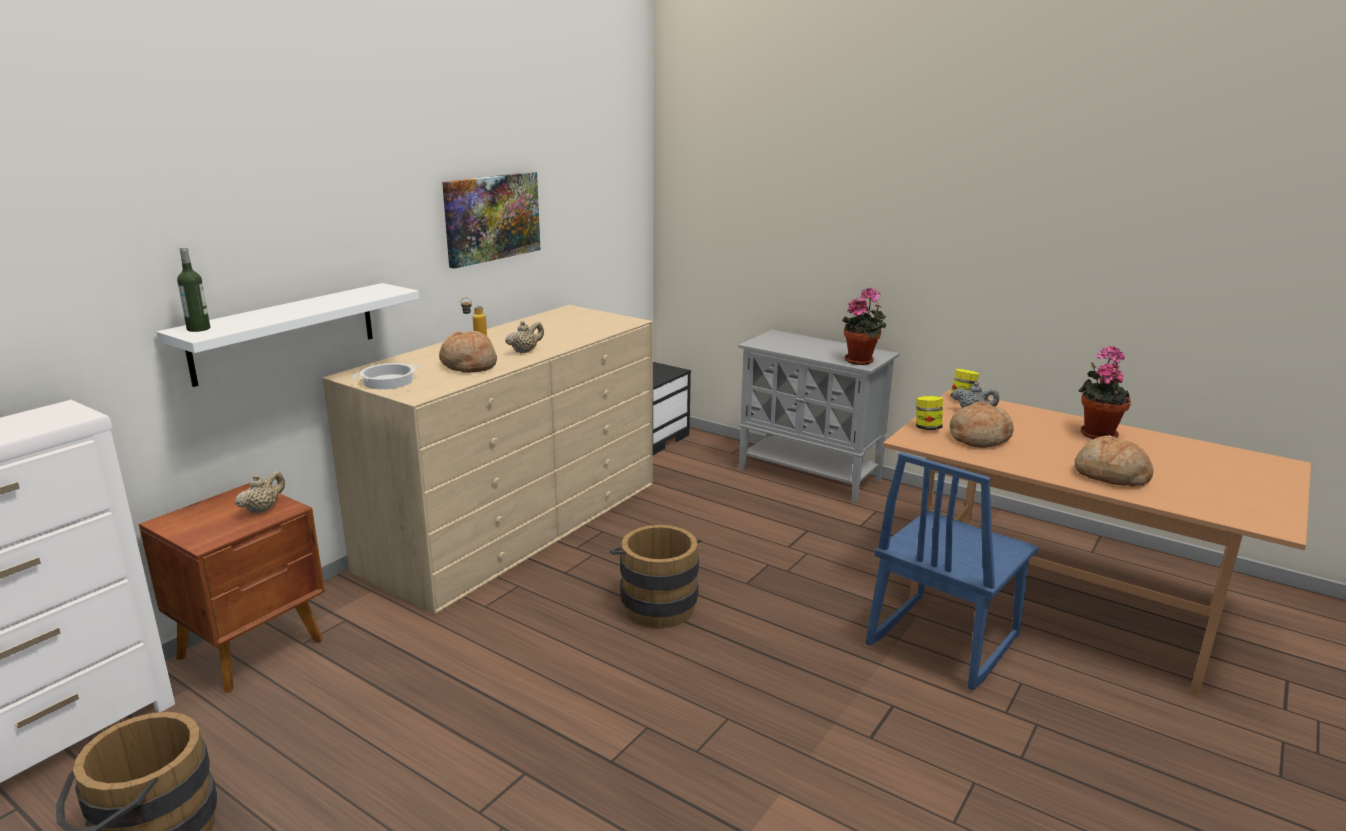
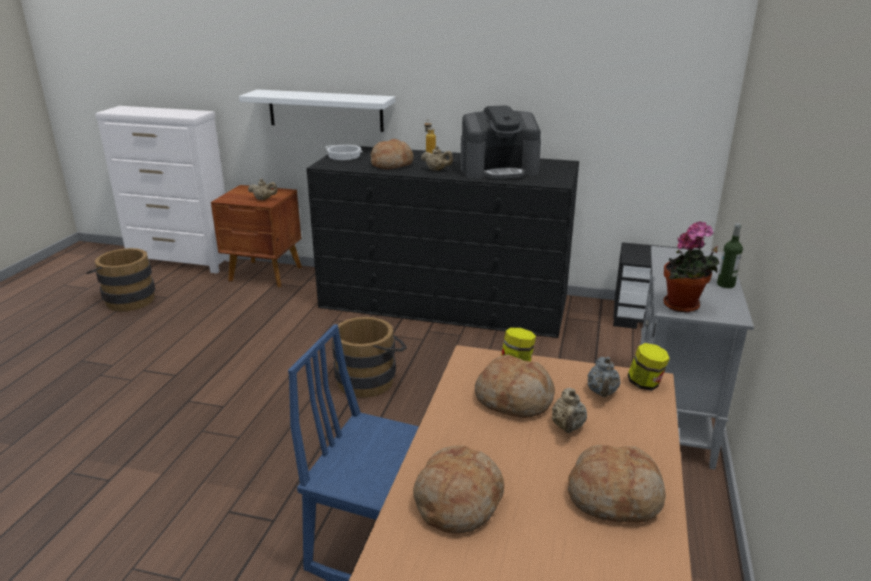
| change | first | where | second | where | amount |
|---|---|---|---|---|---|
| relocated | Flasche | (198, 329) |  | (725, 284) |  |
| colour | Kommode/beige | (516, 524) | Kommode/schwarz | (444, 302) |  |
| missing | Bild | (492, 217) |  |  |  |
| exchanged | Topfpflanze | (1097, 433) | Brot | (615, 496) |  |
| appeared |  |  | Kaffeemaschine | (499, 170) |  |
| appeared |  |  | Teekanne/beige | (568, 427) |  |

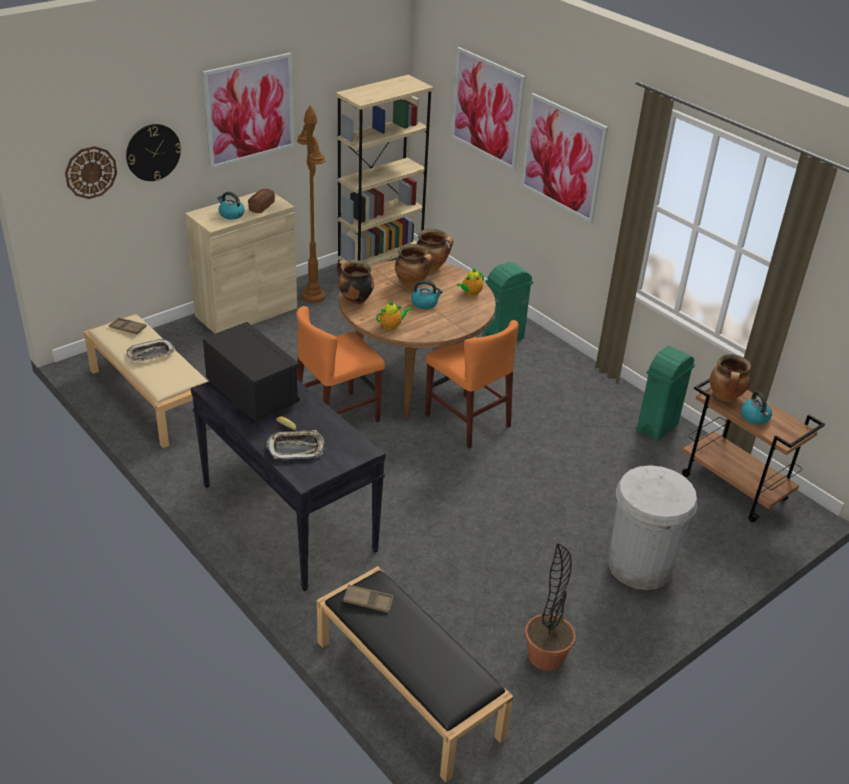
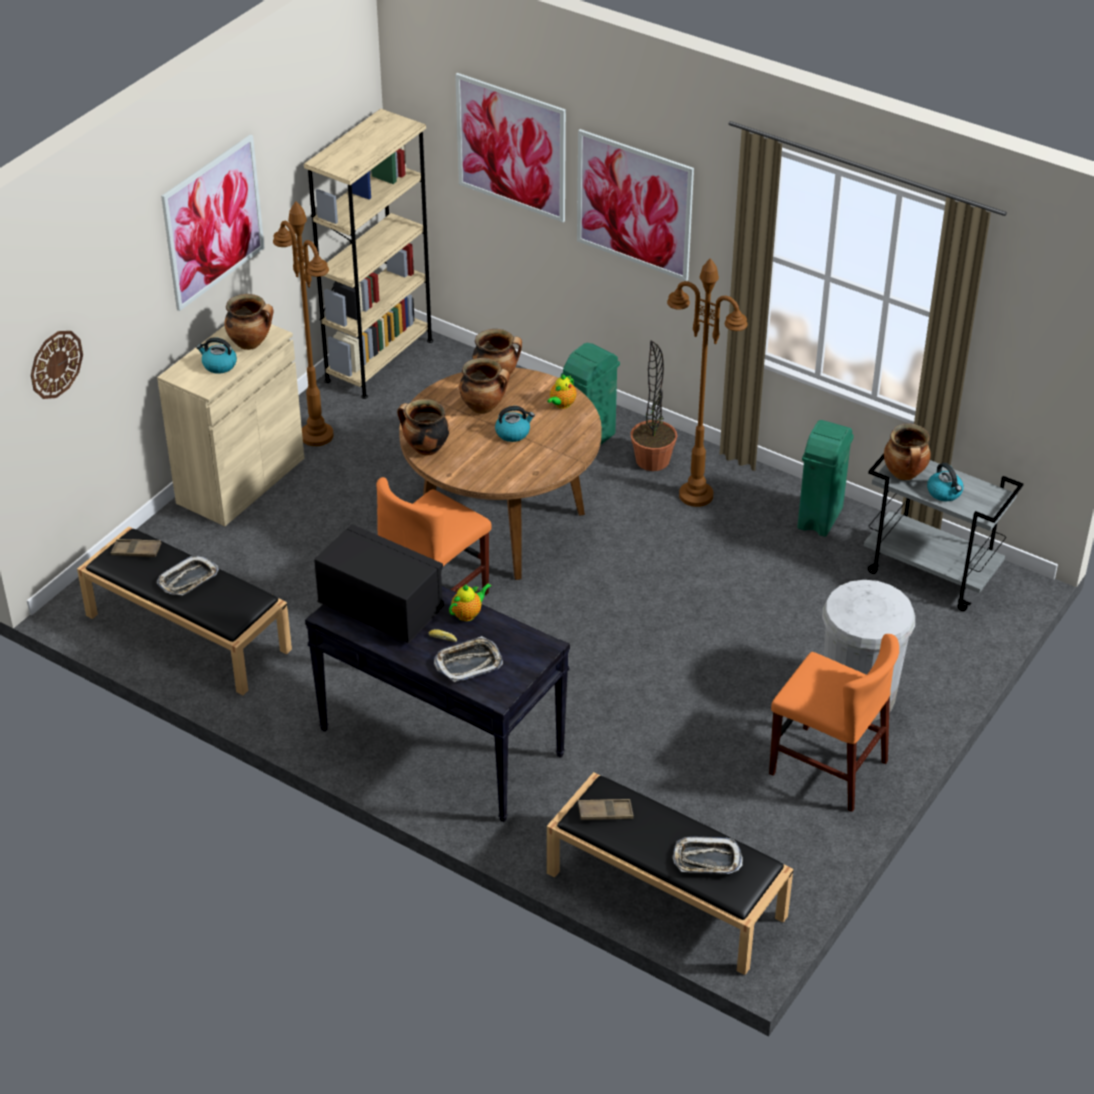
| change | first | where | second | where | amount |
|---|---|---|---|---|---|
| colour | Bank/beige | (150, 397) | Bank/schwarz | (186, 632) |  |
| missing | Wanduhr | (153, 152) |  |  |  |
| exchanged | Brot | (261, 206) | Kochtopf | (251, 343) |  |
| relocated | Teekanne | (392, 326) |  | (468, 614) |  |
| relocated | Stuhl/orange | (467, 420) |  | (827, 767) |  |
| relocated | Topfpflanze | (546, 656) |  | (652, 460) |  |
| colour | Rollwagen/braun | (735, 487) | Rollwagen/grau | (931, 573) |  |
| appeared |  |  | Stehlampe/braun | (696, 495) |  |
| appeared |  |  | Tablett | (706, 860) |  |

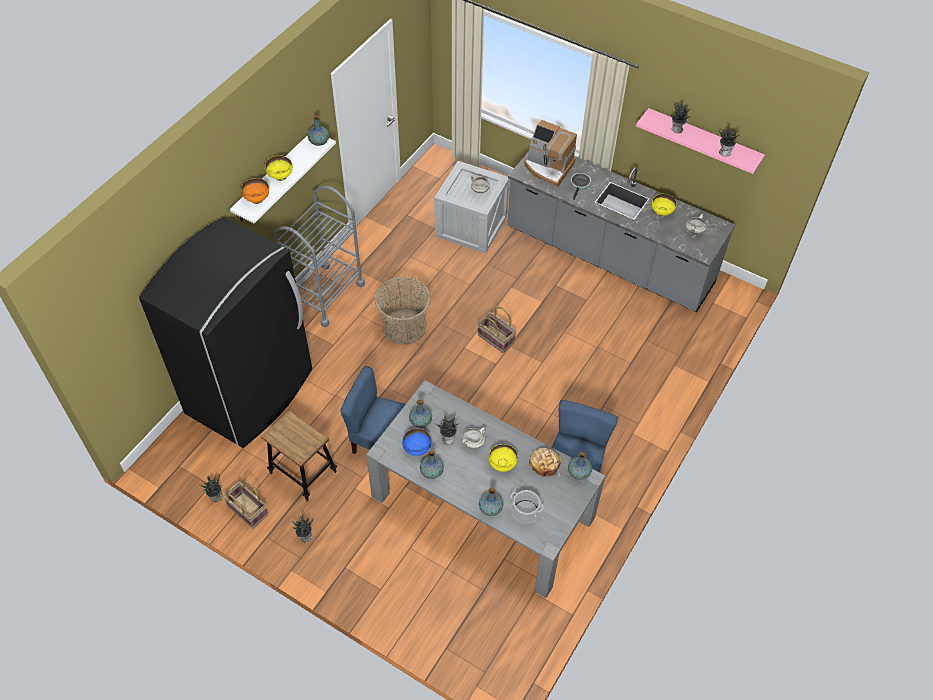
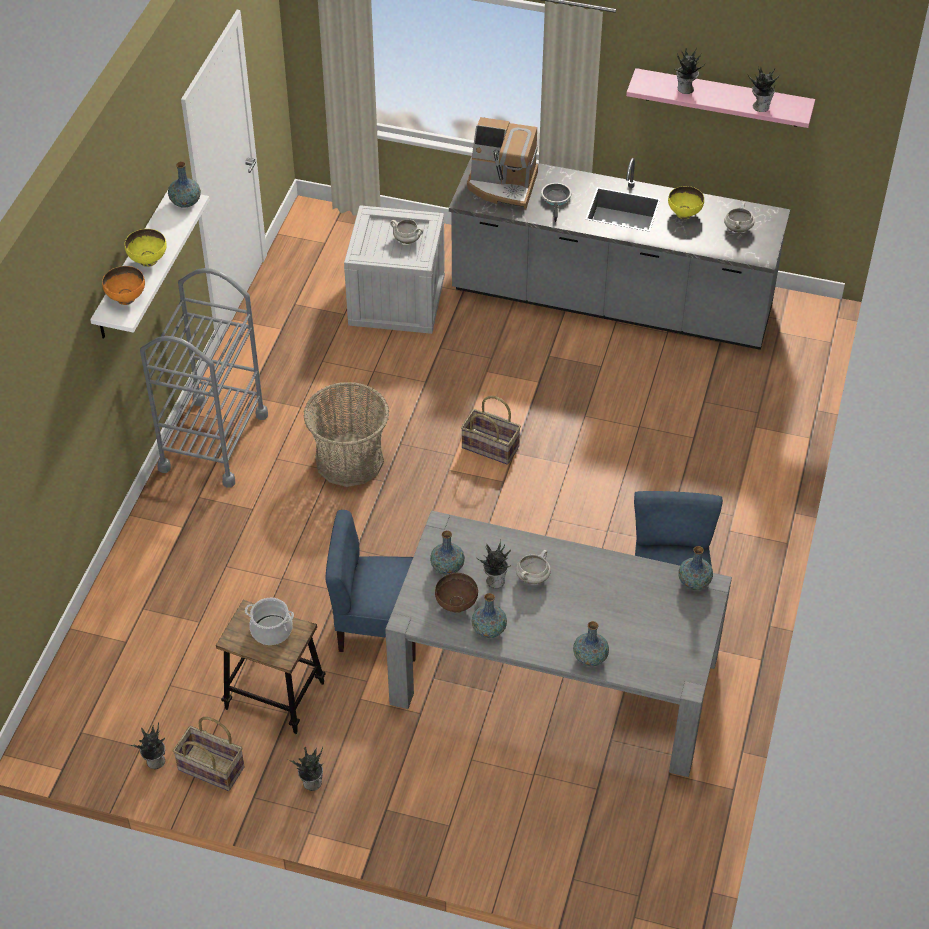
| change | first | where | second | where | amount |
|---|---|---|---|---|---|
| missing | Kühlschrank/schwarz | (251, 392) |  |  |  |
| colour | Schüssel/blau | (417, 449) | Schüssel/braun | (456, 604) |  |
| missing | Schüssel/gelb | (502, 465) |  |  |  |
| relocated | Kochtopf | (525, 511) |  | (271, 630) |  |
| missing | Brot | (545, 464) |  |  |  |

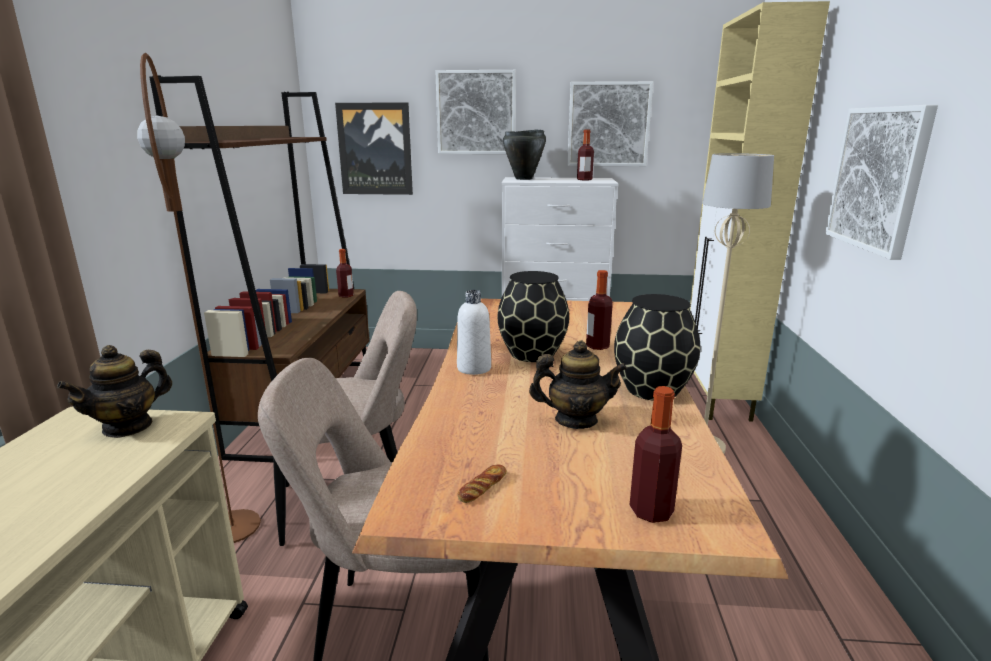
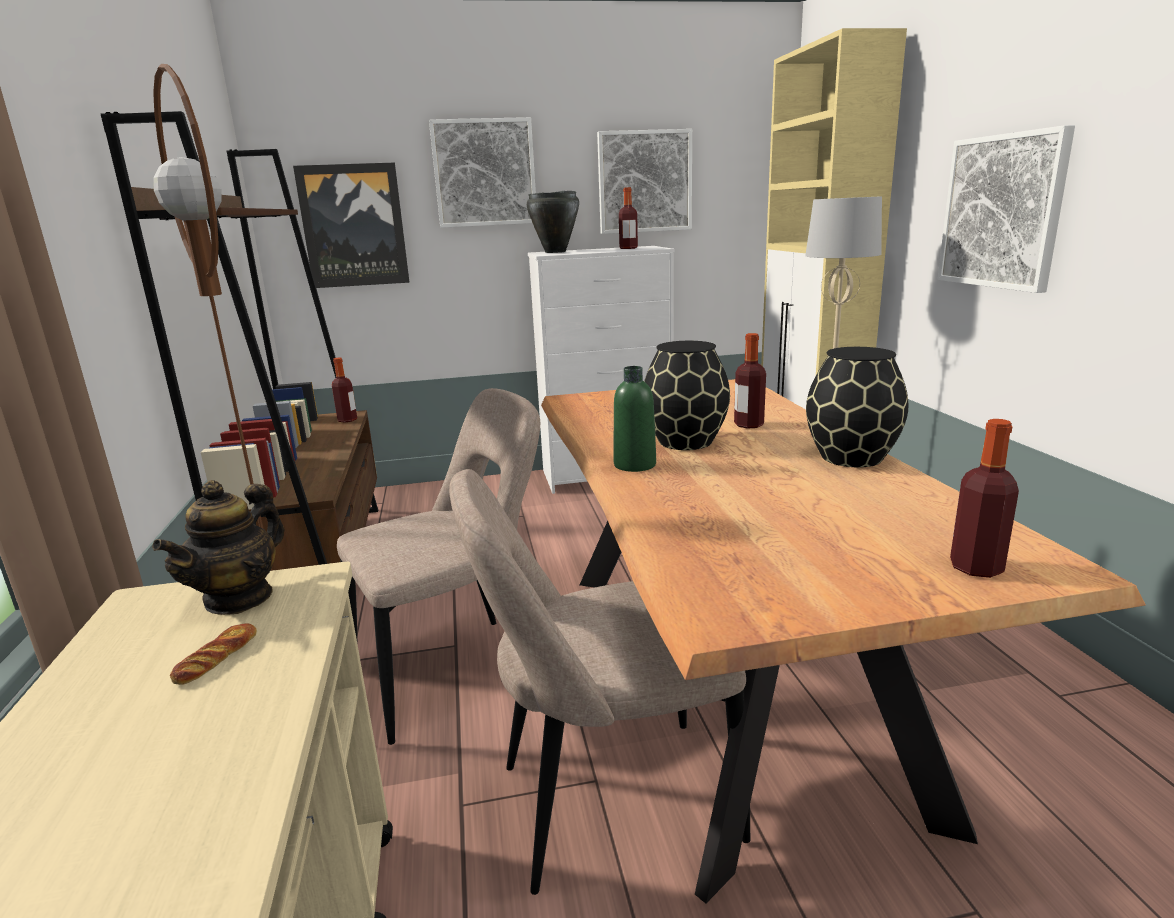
| change | first | where | second | where | amount |
|---|---|---|---|---|---|
| colour | Flasche/weiß | (474, 368) | Flasche/grün | (634, 465) |  |
| relocated | Brot | (482, 487) |  | (216, 659) |  |
| missing | Teekanne | (575, 420) |  |  |  |

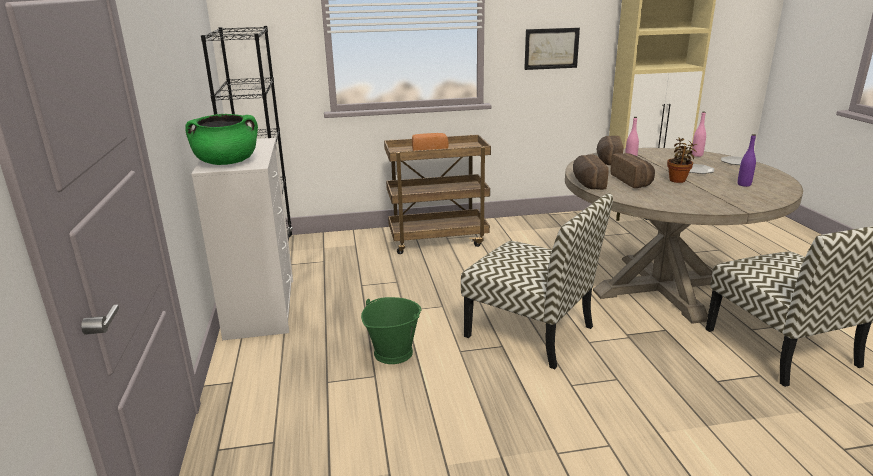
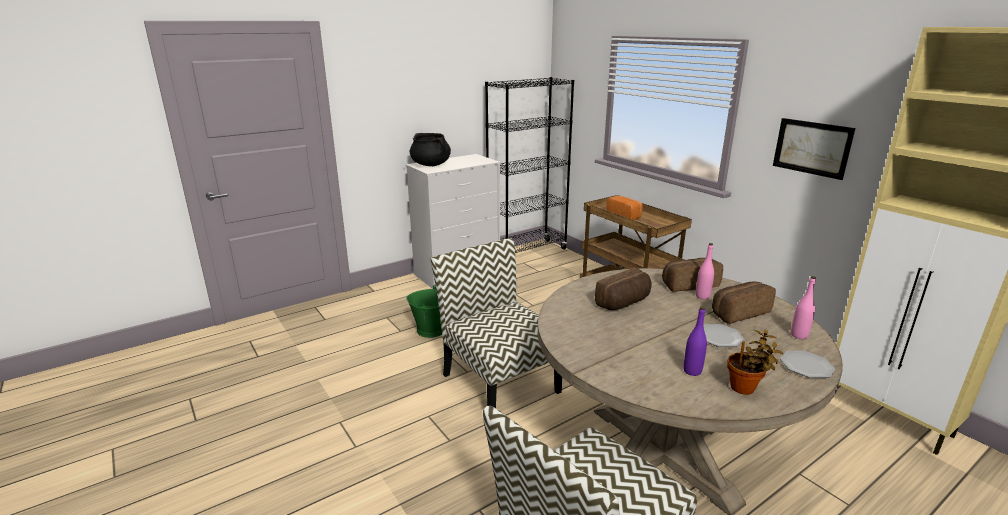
| change | first | where | second | where | amount |
|---|---|---|---|---|---|
| colour | Kochtopf/grün | (227, 162) | Kochtopf/schwarz | (431, 165) |  |
| spun | Stuhl | (531, 332) |  | (499, 382) | 135 degrees clockwise |
| relocated | Brot | (587, 183) |  | (738, 312) |  |
| relocated | Topfpflanze | (678, 180) |  | (745, 388) |  |

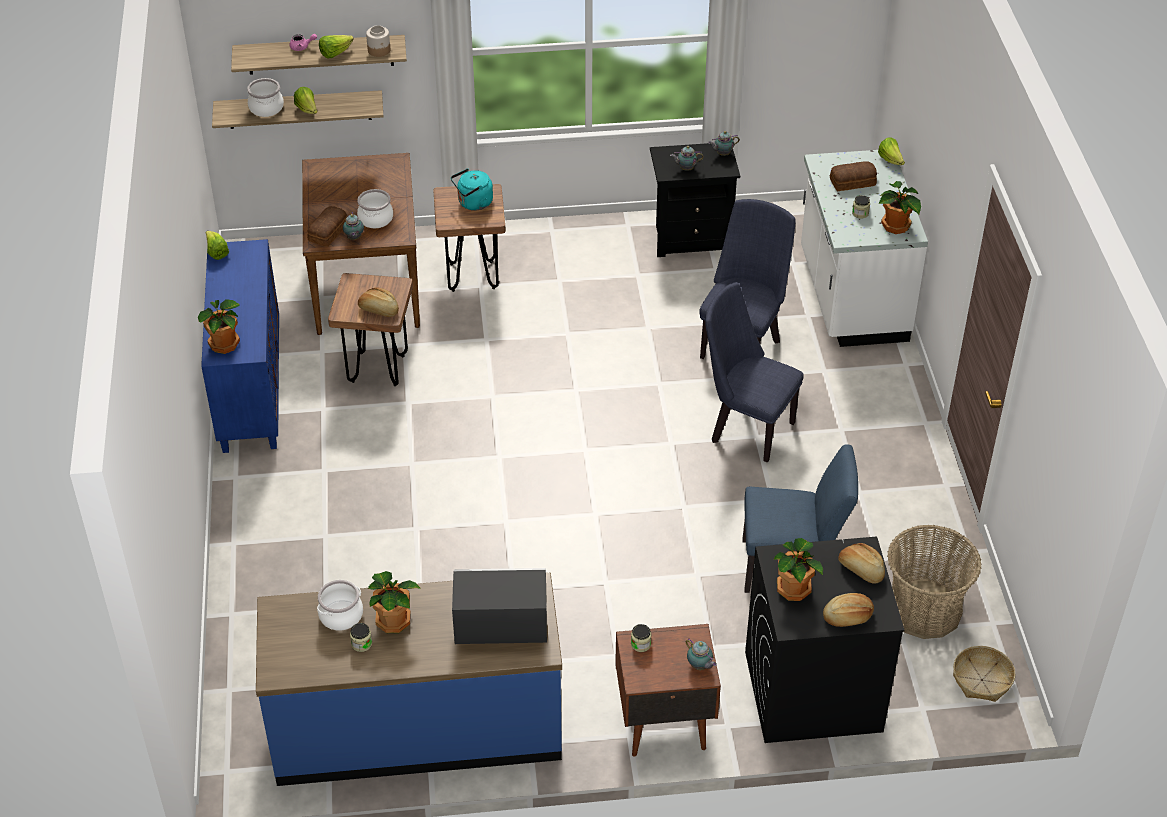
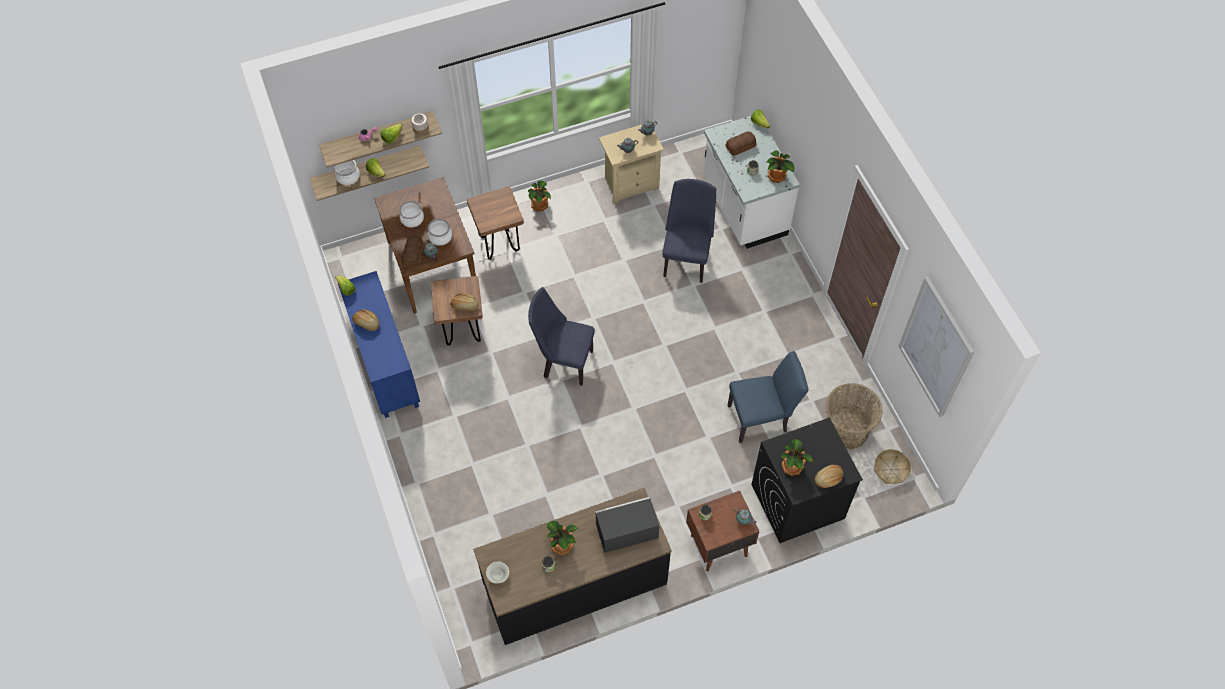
| change | first | where | second | where | amount |
|---|---|---|---|---|---|
| relocated | Topfpflanze | (225, 344) |  | (540, 205) |  |
| colour | Küchenzeile/blau | (417, 727) | Küchenzeile/schwarz | (575, 584) |  |
| relocated | Kochtopf | (341, 616) |  | (412, 219) |  |
| missing | Wasserkessel/türkis | (473, 203) |  |  |  |
| colour | Nachttisch/schwarz | (691, 238) | Nachttisch/beige | (630, 183) |  |
| relocated | Stuhl/blau | (746, 429) |  | (563, 362) |  |
| relocated | Brot | (861, 570) |  | (366, 323) |  |
| appeared |  |  | Schüssel/weiß | (498, 575) |  |
| appeared |  |  | Bild | (935, 348) |  |

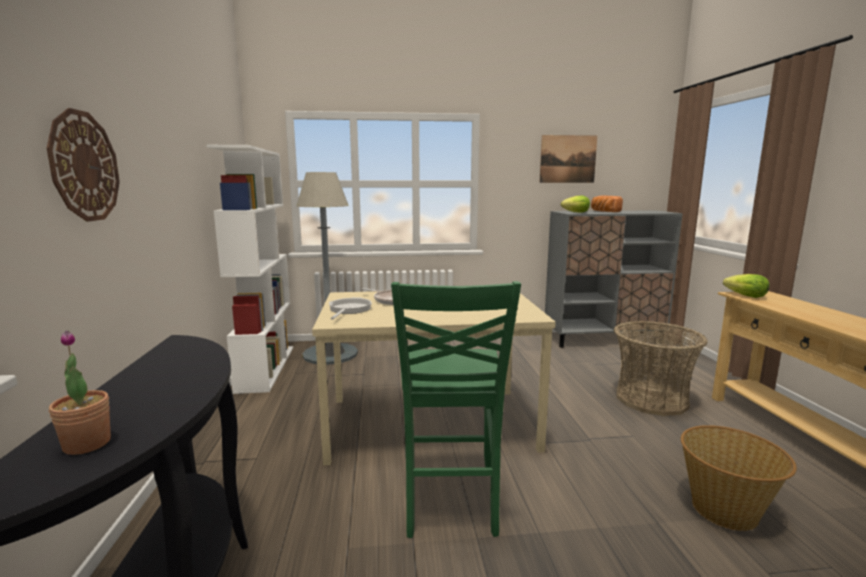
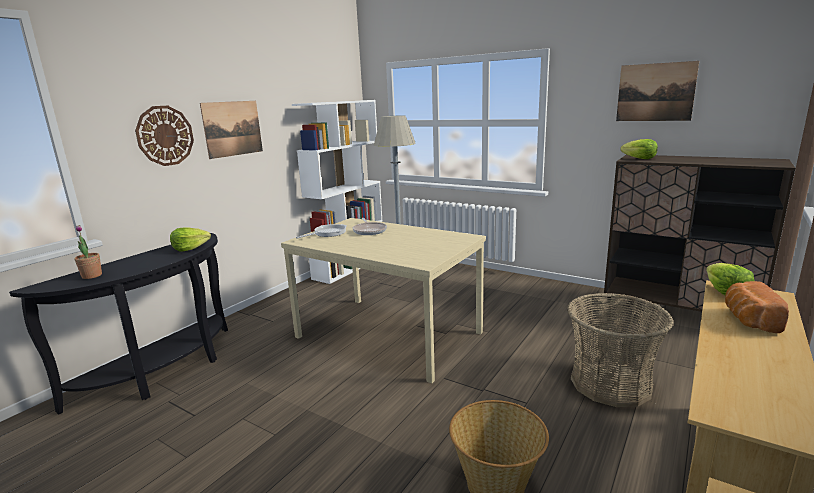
| change | first | where | second | where | amount |
|---|---|---|---|---|---|
| missing | Stuhl/grün | (449, 500) |  |  |  |
| colour | Schrank/grau | (603, 339) | Schrank/braun | (677, 313) |  |
| relocated | Brot | (604, 211) |  | (748, 320) |  |
| appeared |  |  | Salatkopf | (190, 248) |  |
| appeared |  |  | Bild | (233, 128) |  |

